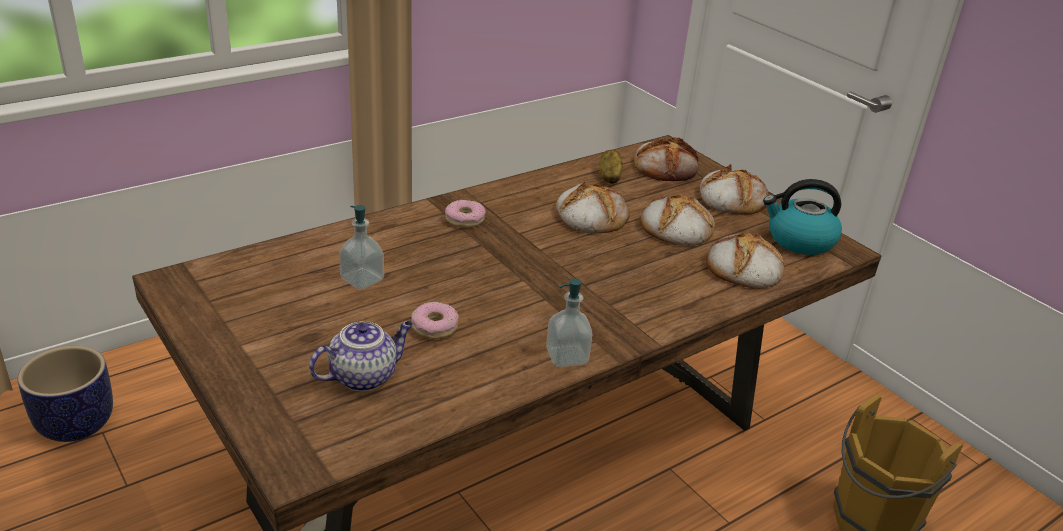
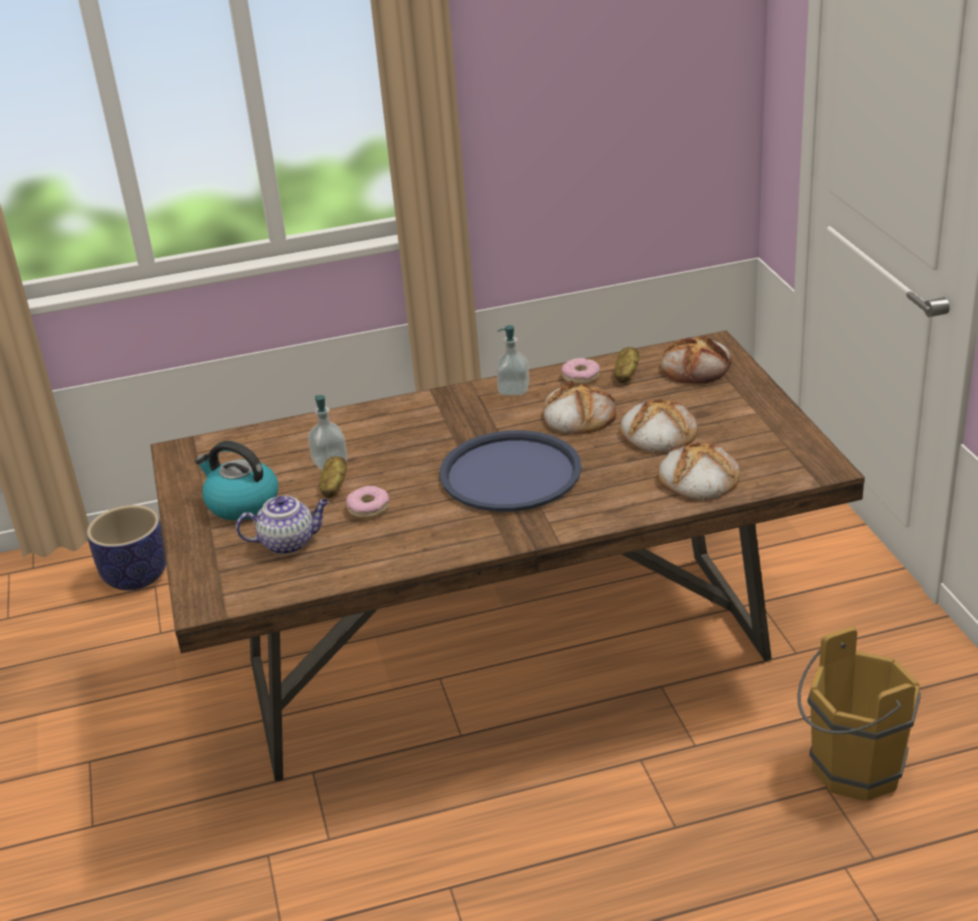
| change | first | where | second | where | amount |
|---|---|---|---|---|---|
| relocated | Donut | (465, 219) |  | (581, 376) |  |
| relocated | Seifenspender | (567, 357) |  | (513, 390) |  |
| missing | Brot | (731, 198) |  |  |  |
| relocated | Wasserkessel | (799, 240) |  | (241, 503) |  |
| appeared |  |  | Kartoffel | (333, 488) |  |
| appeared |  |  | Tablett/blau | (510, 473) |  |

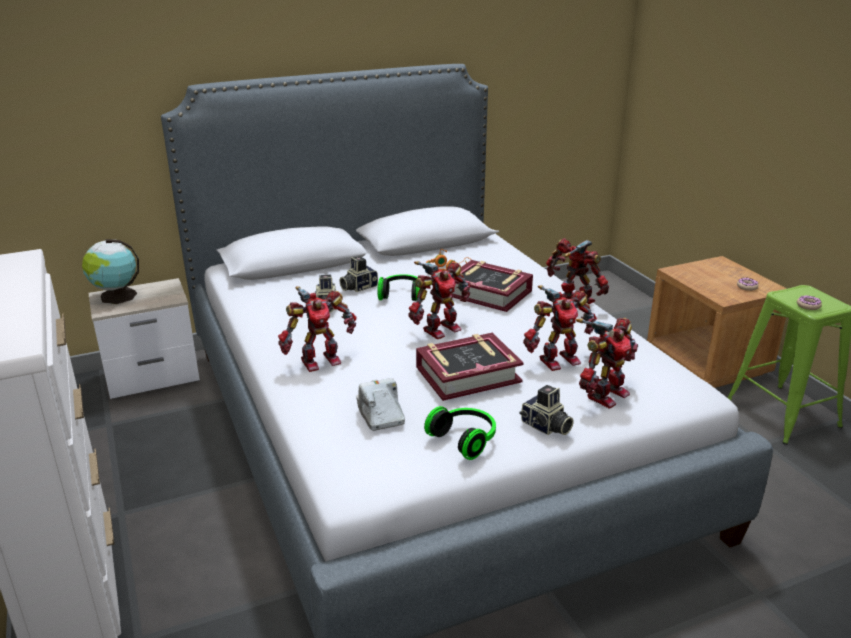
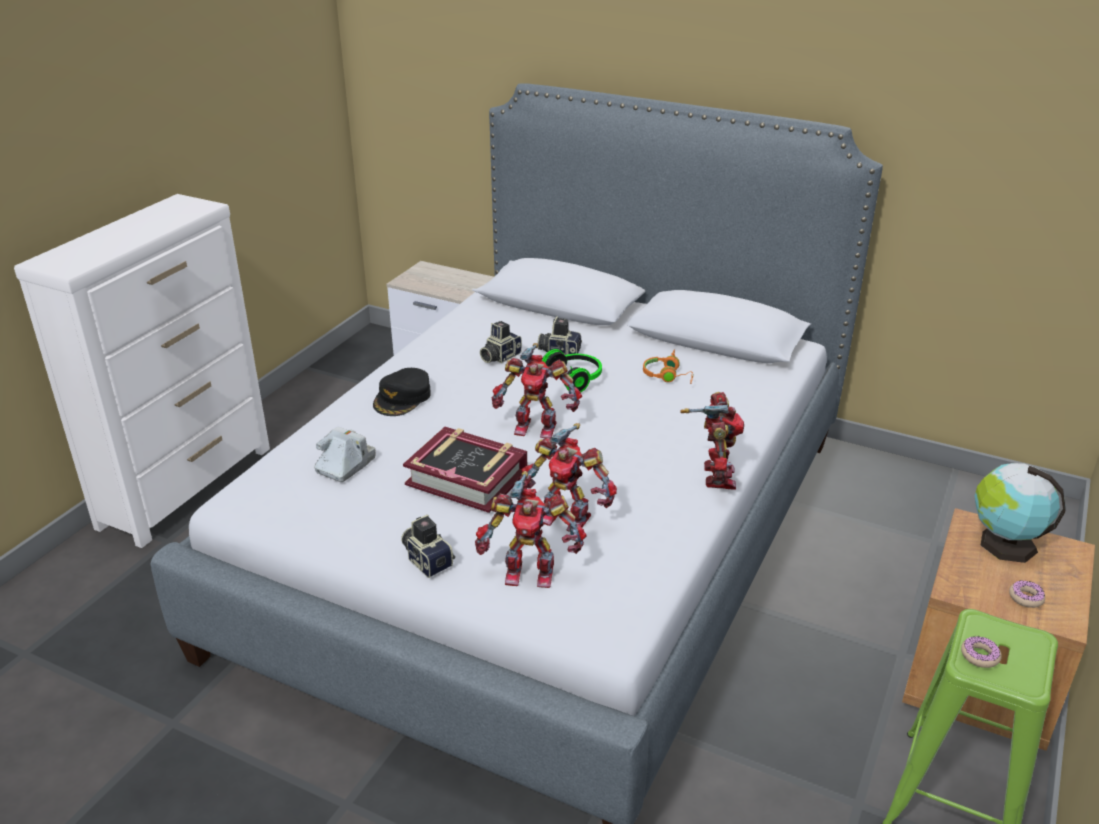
| change | first | where | second | where | amount |
|---|---|---|---|---|---|
| relocated | Globus | (116, 297) |  | (1004, 544) |  |
| exchanged | Spielzeugroboter | (319, 360) | Kappe/schwarz | (403, 398) |  |
| missing | Kopfhörer | (465, 439) |  |  |  |
| missing | Buch | (488, 293) |  |  |  |
| spun | Kamera | (545, 427) |  | (427, 559) | 135 degrees clockwise |

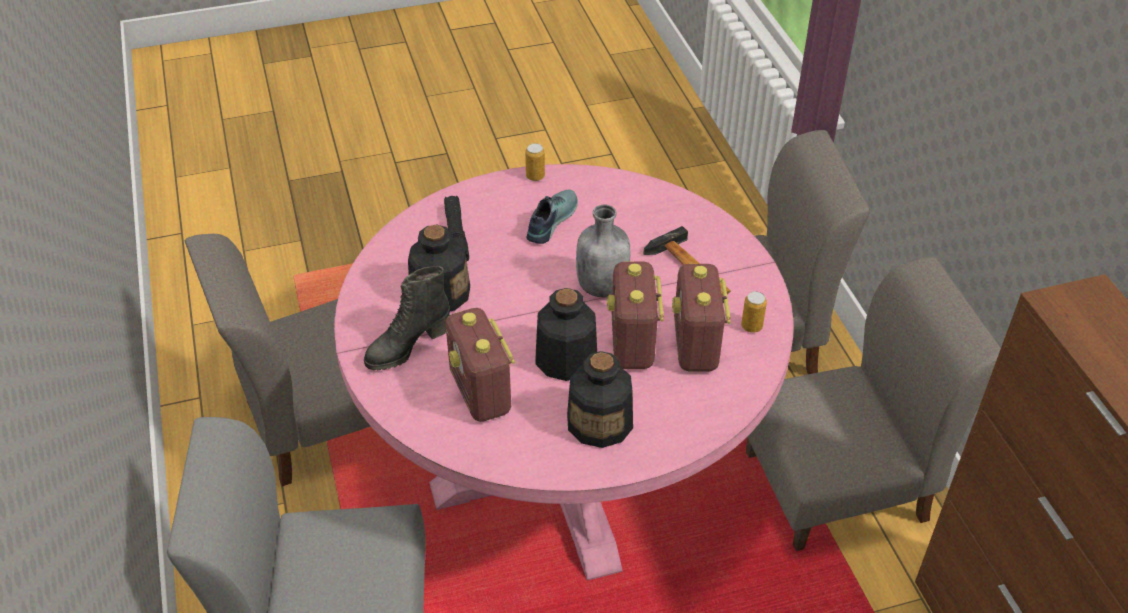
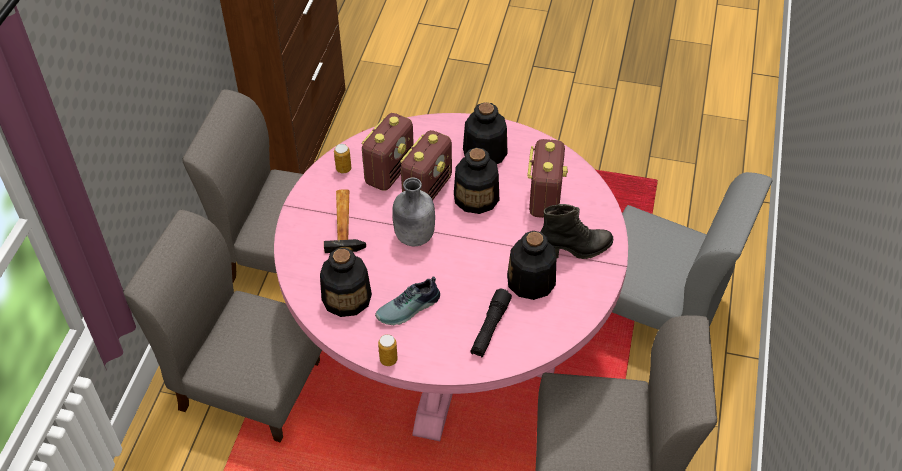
| change | first | where | second | where | amount |
|---|---|---|---|---|---|
| appeared |  |  | Flasche | (347, 297) |  |

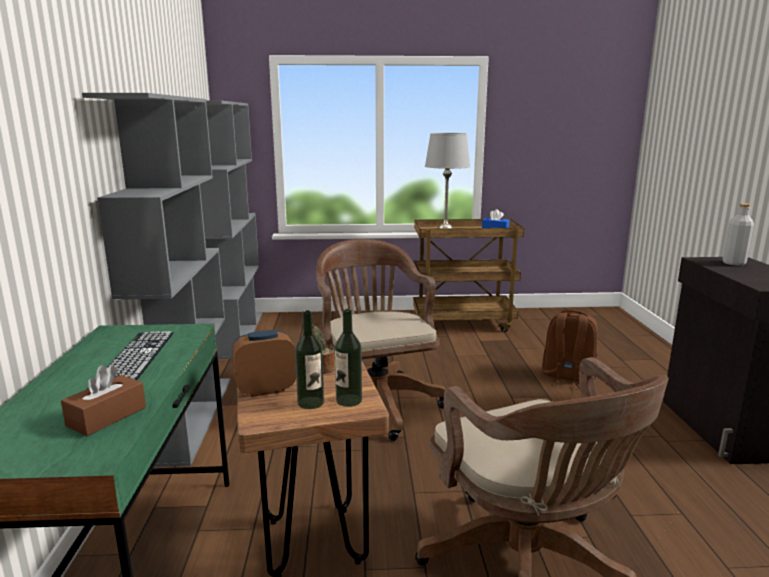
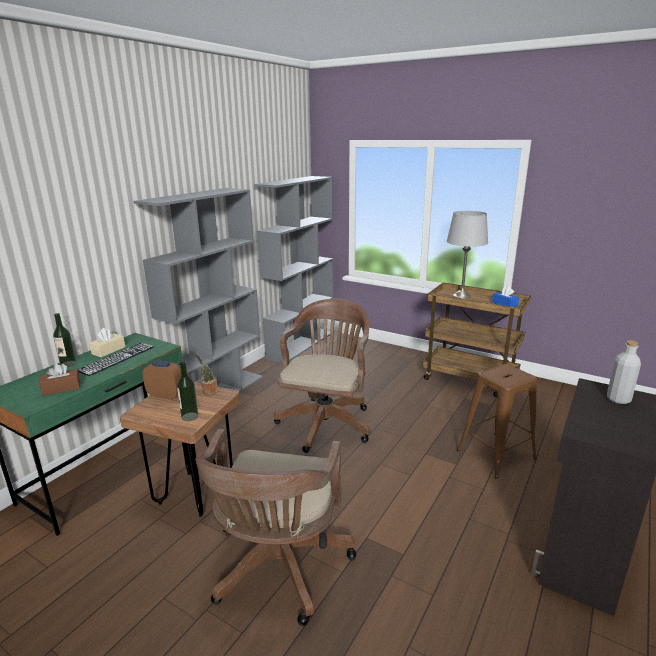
| change | first | where | second | where | amount |
|---|---|---|---|---|---|
| relocated | Flasche | (310, 402) |  | (68, 364) |  |
| exchanged | Rucksack/braun | (567, 377) | Hocker/braun | (496, 454) |  |
| appeared |  |  | Taschentuchbox/beige | (108, 350) |  |

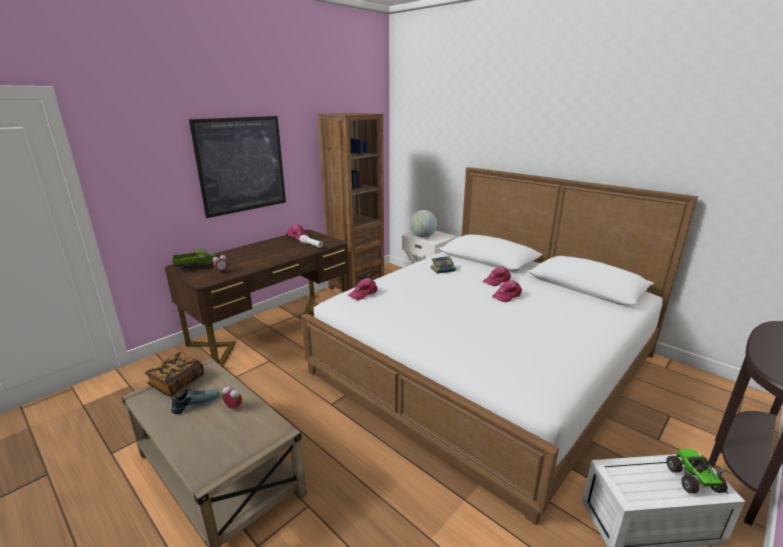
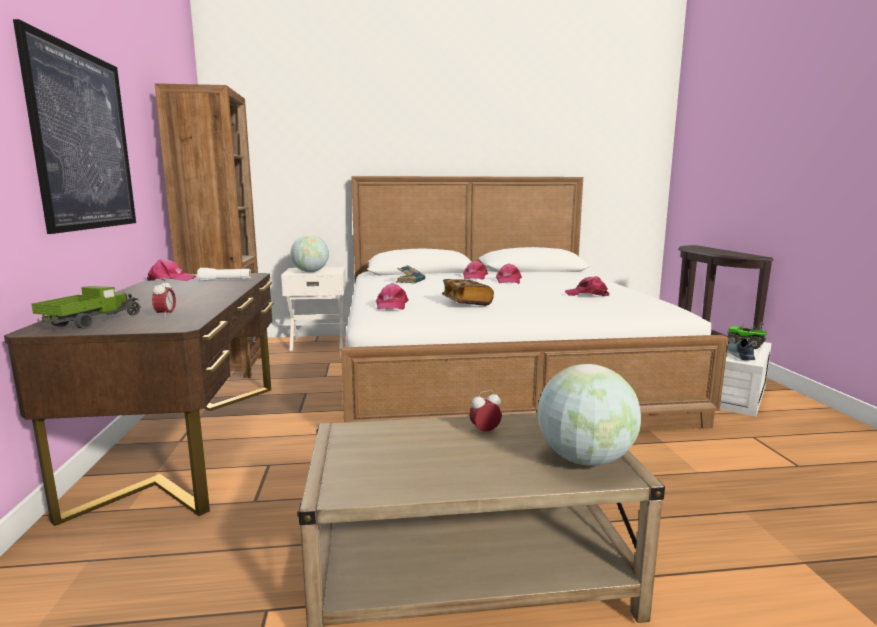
| change | first | where | second | where | amount |
|---|---|---|---|---|---|
| relocated | Buch | (177, 382) |  | (466, 303) |  |
| relocated | Schuh | (196, 403) |  | (738, 355) |  |
| appeared |  |  | Globus | (584, 459) |  |
| appeared |  |  | Kappe/rosa | (587, 294) |  |

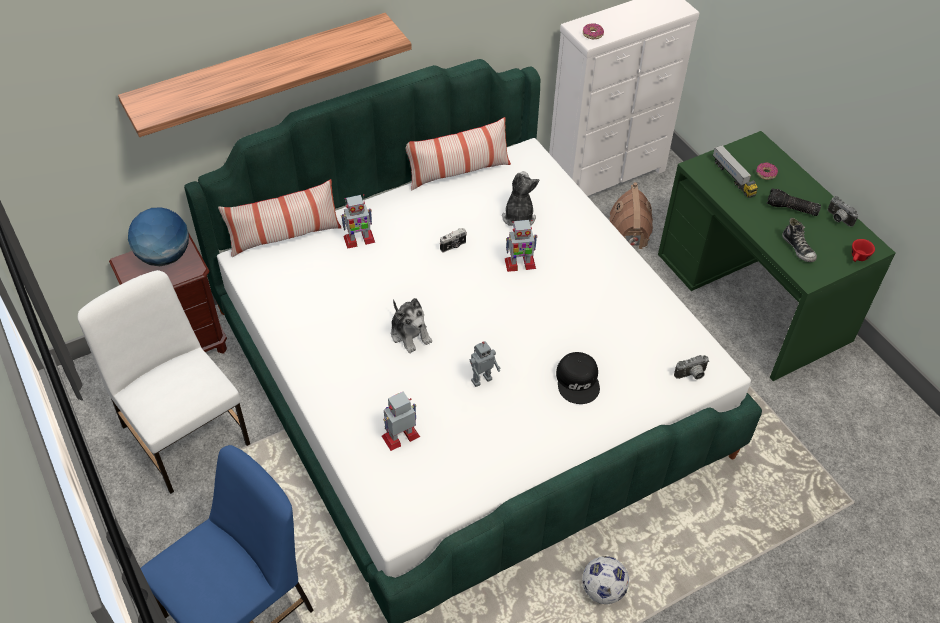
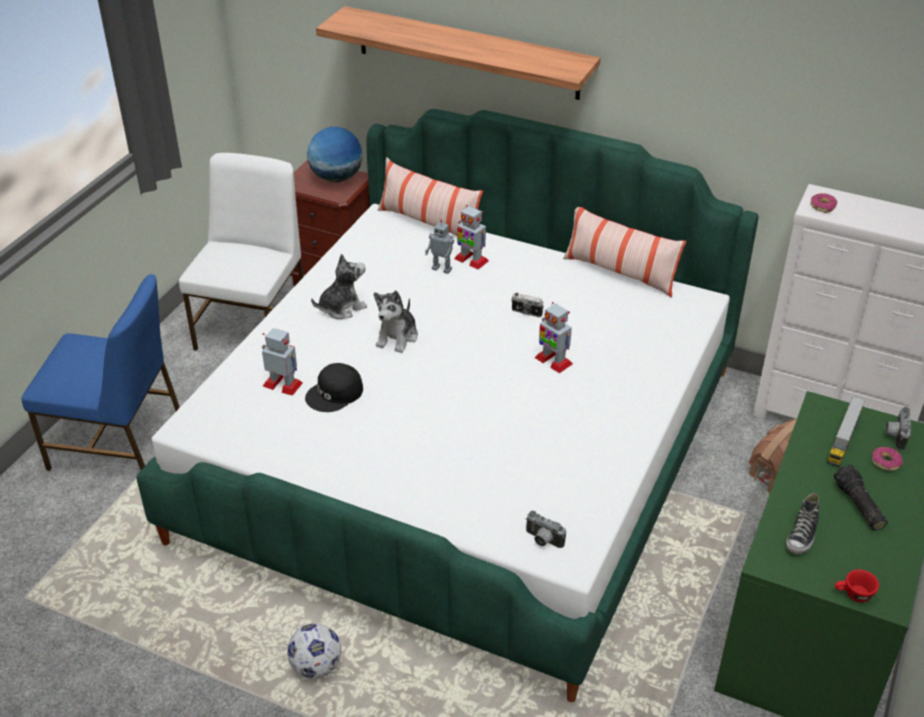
| change | first | where | second | where | amount |
|---|---|---|---|---|---|
| relocated | Spielzeugroboter | (481, 379) |  | (442, 268) |  |
| relocated | Plüschtier | (518, 216) |  | (341, 307) |  |
| relocated | Kappe/schwarz | (578, 381) |  | (335, 394) |  |
| relocated | Kamera | (838, 219) |  | (894, 435) |  |

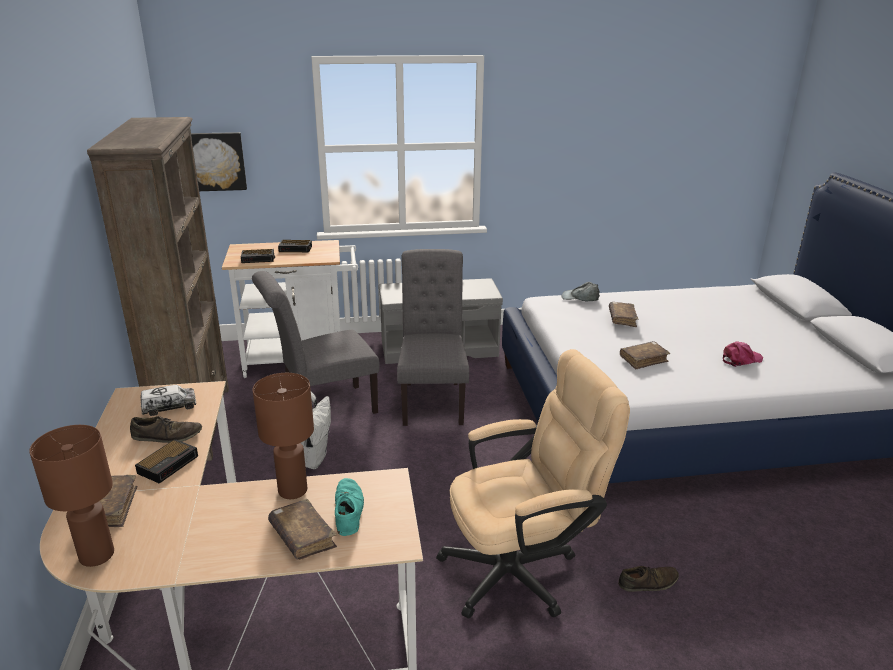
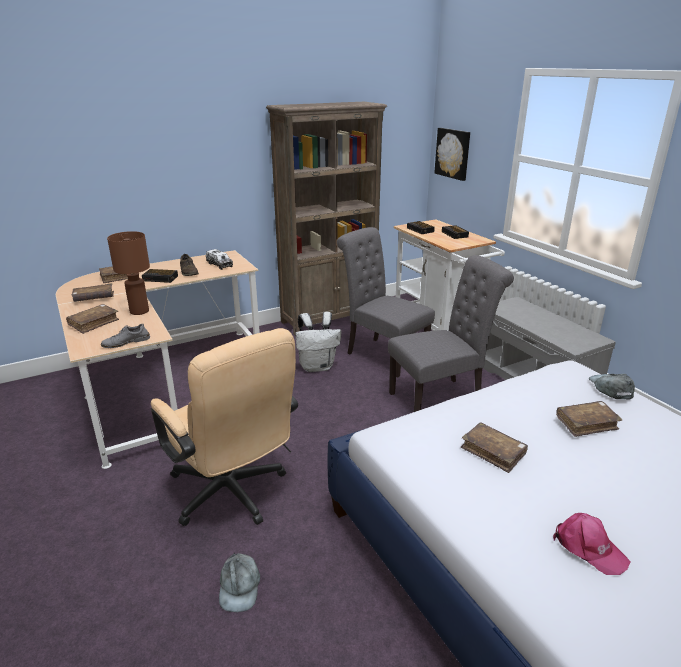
| change | first | where | second | where | amount |
|---|---|---|---|---|---|
| missing | Tischlampe/braun | (96, 555) |  |  |  |
| missing | Schuh/türkis | (348, 511) |  |  |  |
| exchanged | Schuh/braun | (648, 582) | Kappe/grau | (239, 586) |  |
| appeared |  |  | Buch/braun | (94, 298) |  |
| appeared |  |  | Schuh/grau | (126, 342) |  |

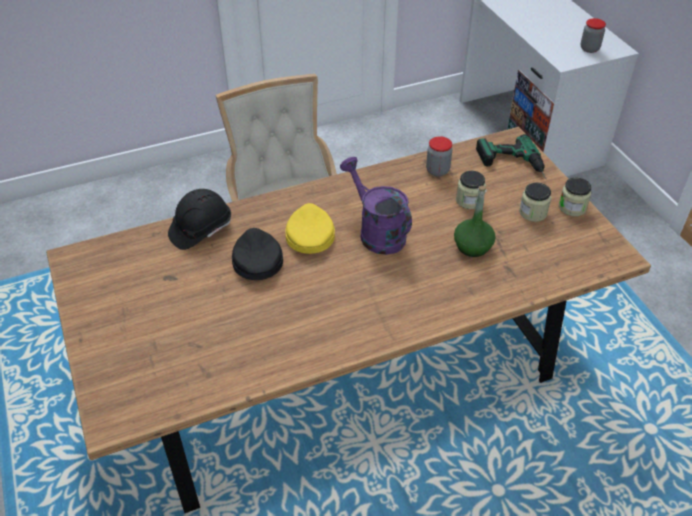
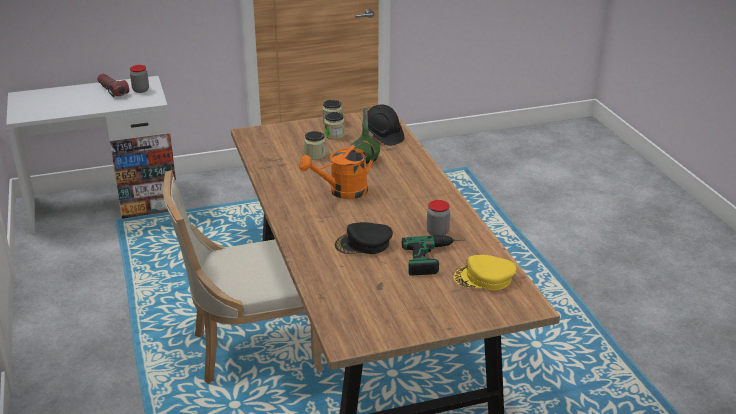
| change | first | where | second | where | amount |
|---|---|---|---|---|---|
| relocated | Schutzhelm/schwarz | (200, 229) |  | (382, 136) |  |
| relocated | Kappe/gelb | (309, 234) |  | (484, 278) |  |
| colour | Gießkanne/lila | (376, 232) | Gießkanne/orange | (342, 192) |  |
| relocated | Vorratsglas | (437, 170) |  | (437, 232) |  |
| relocated | Bohrmaschine | (513, 165) |  | (436, 258) |  |
| appeared |  |  | Taschenlampe | (112, 91) |  |

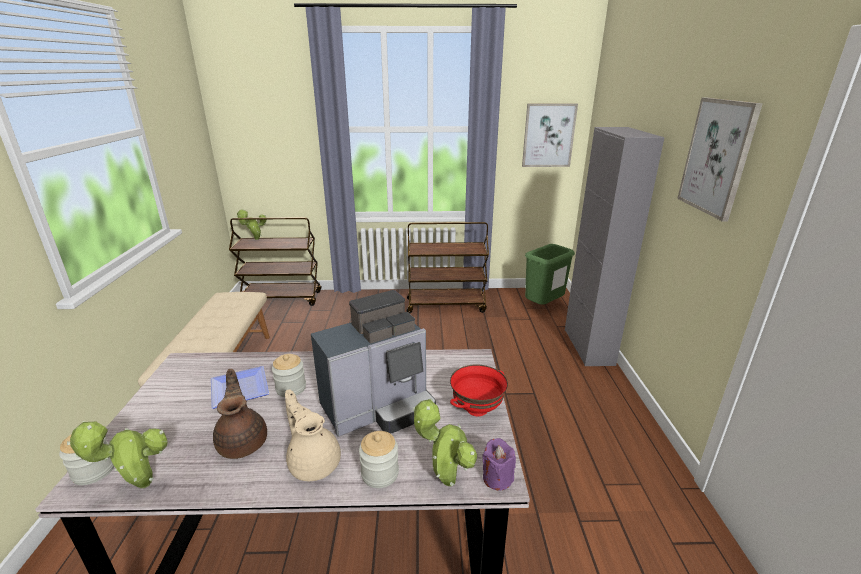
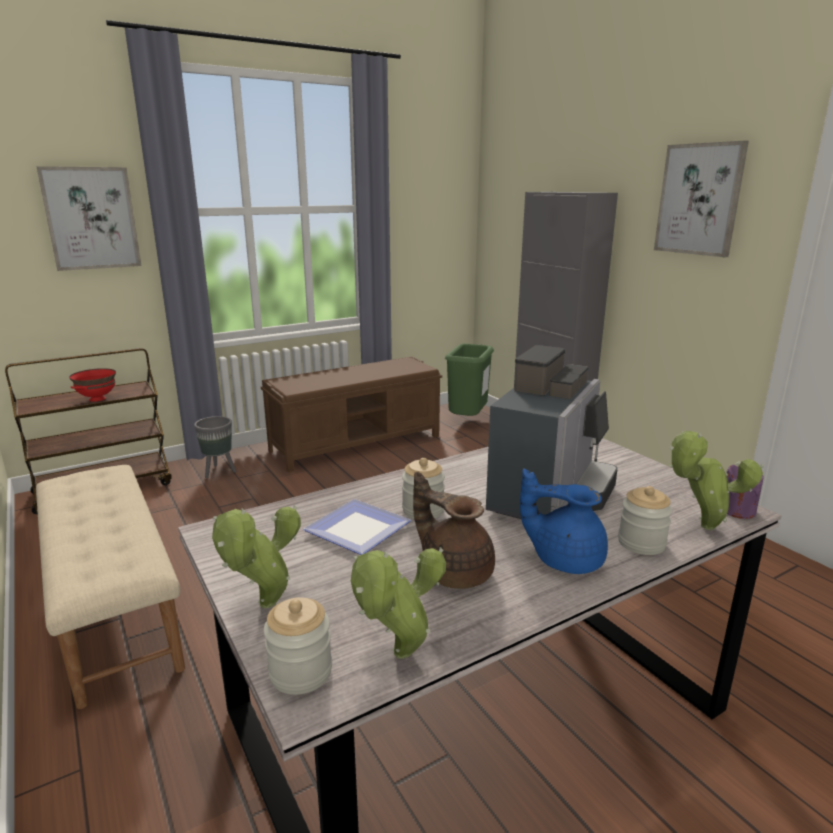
| change | first | where | second | where | amount |
|---|---|---|---|---|---|
| relocated | Topfpflanze | (255, 239) |  | (264, 607) |  |
| colour | Teekanne/beige | (314, 462) | Teekanne/blau | (564, 558) |  |
| exchanged | Rollwagen/braun | (446, 305) | Bank/braun | (357, 443) |  |
| relocated | Schüssel/rot | (477, 409) |  | (97, 399) |  |
| relocated | Bild | (548, 135) |  | (91, 218) |  |
| appeared |  |  | Pflanzkübel/grau | (219, 471) |  |

